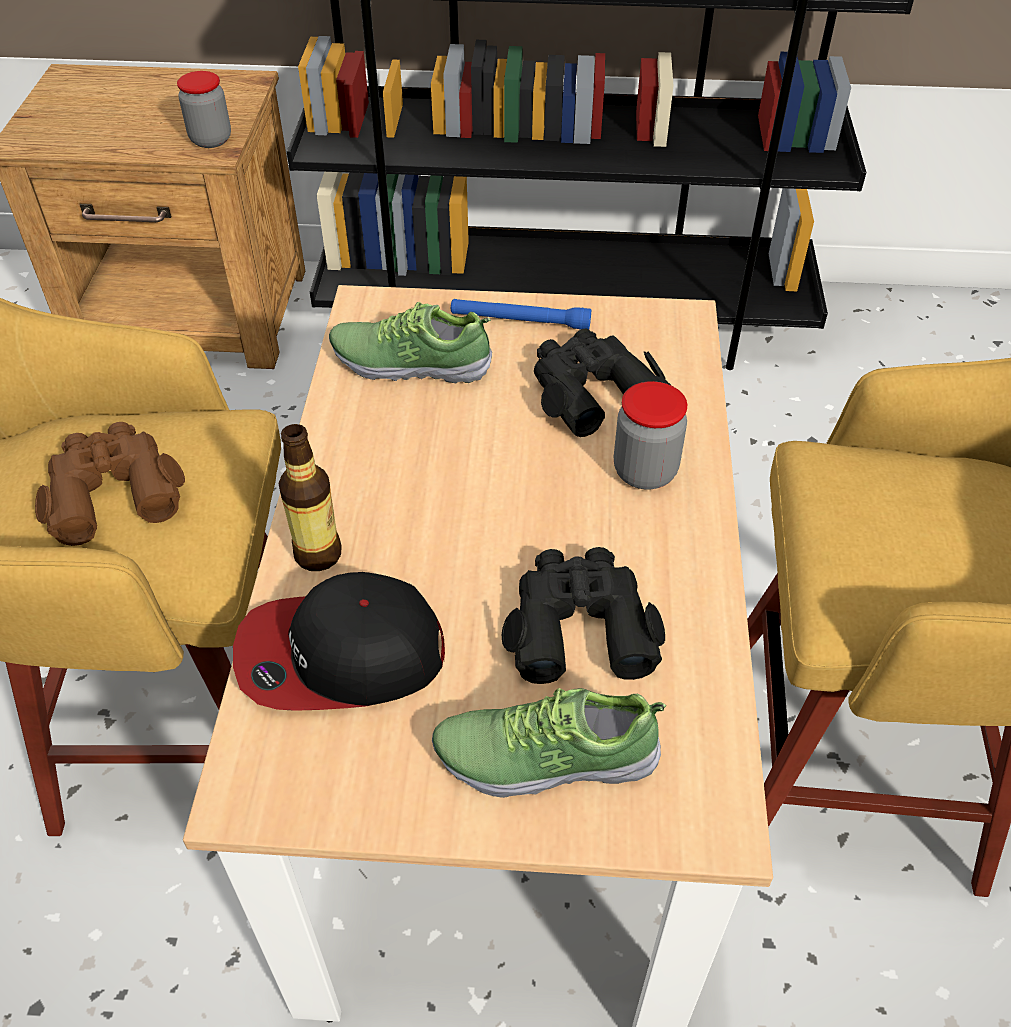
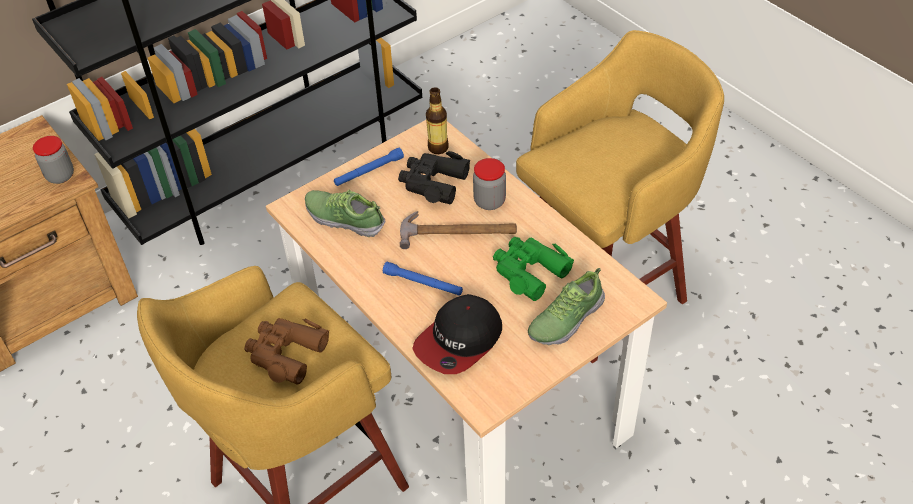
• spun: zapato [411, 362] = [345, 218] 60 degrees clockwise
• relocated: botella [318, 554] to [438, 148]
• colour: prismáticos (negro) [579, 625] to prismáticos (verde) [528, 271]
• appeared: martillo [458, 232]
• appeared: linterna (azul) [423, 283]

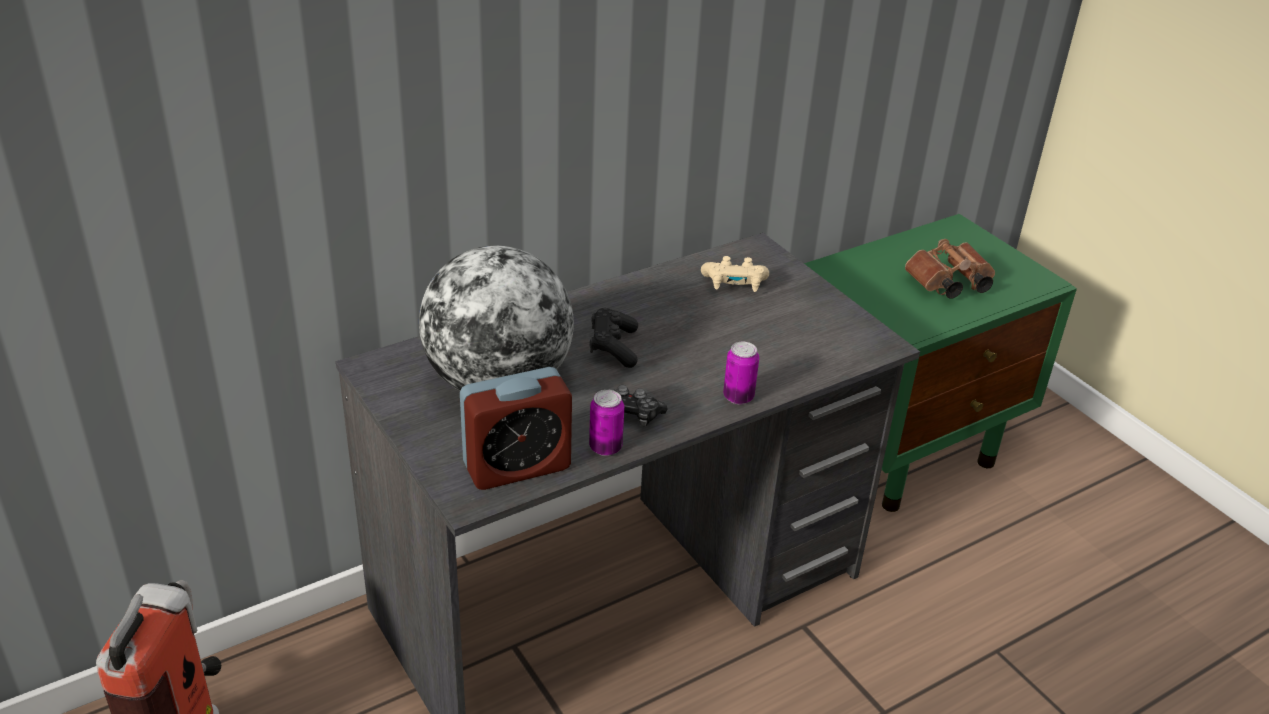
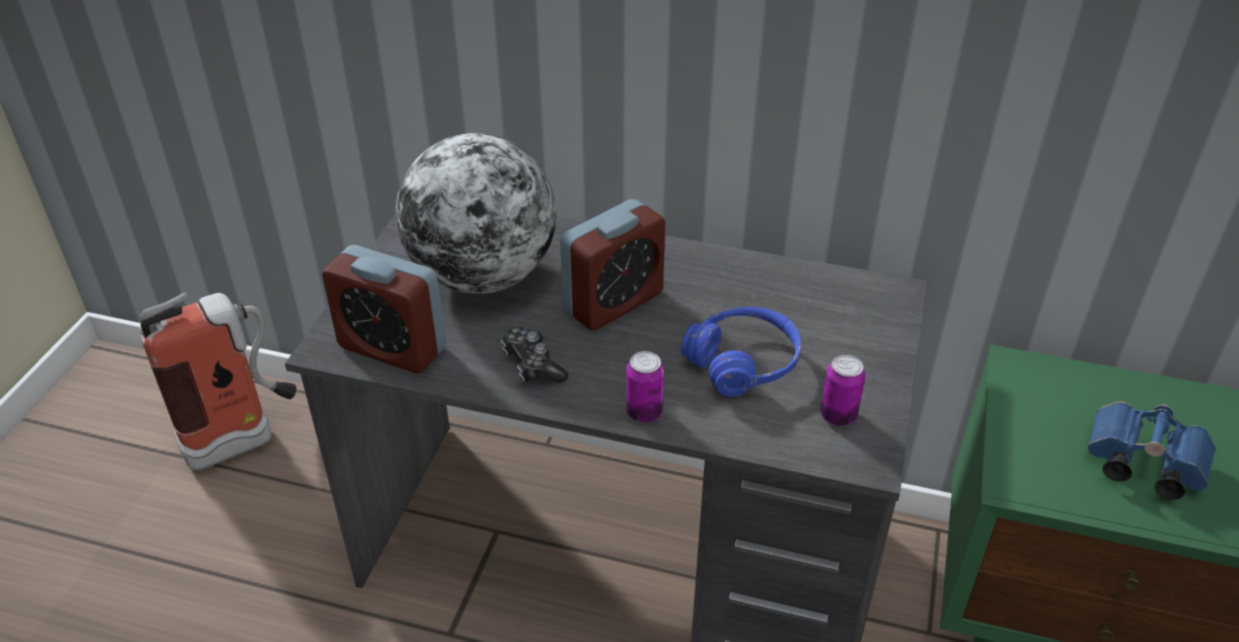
• colour: prismáticos (marrón) [947, 285] to prismáticos (azul) [1139, 464]
• missing: mando de consola (beis) [734, 285]
• exchanged: mando de consola (negro) [613, 348] to despertador [613, 302]
• relocated: lata [605, 447] to [838, 416]
• appeared: auriculares (azul) [742, 363]

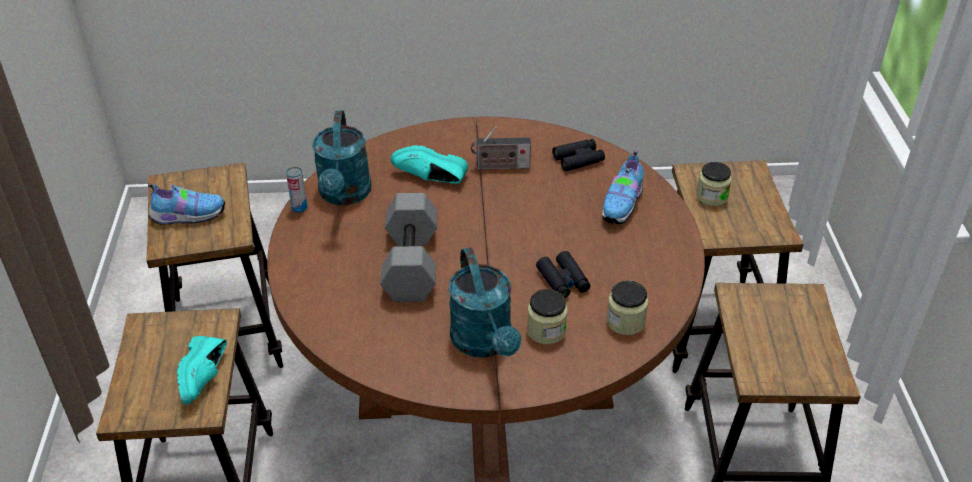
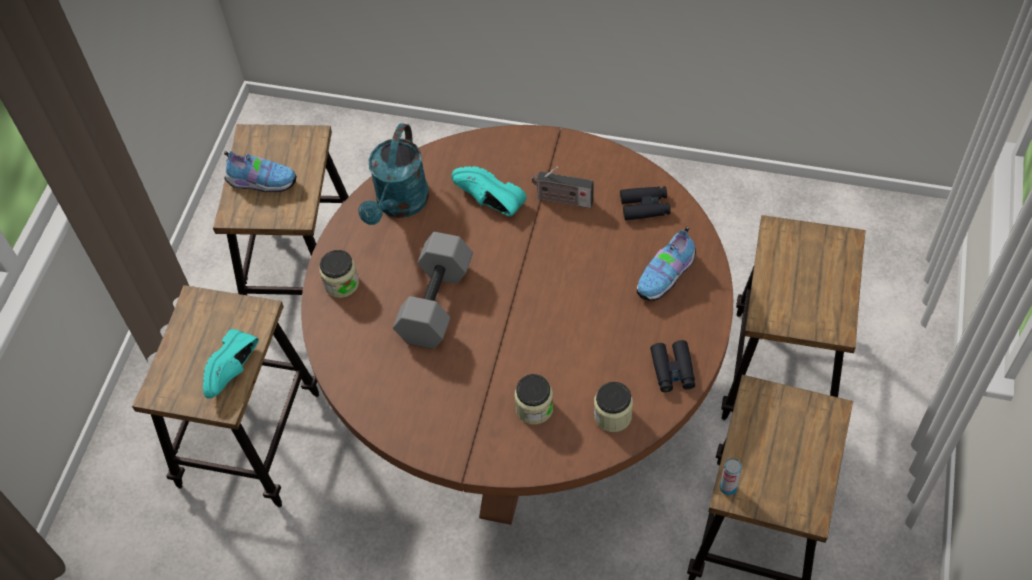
• relocated: tarro [711, 196] to [341, 283]
• relocated: lata [299, 208] to [728, 487]
• missing: regadera (turquesa) [485, 343]
• relocated: prismáticos (negro) [563, 280] to [672, 370]

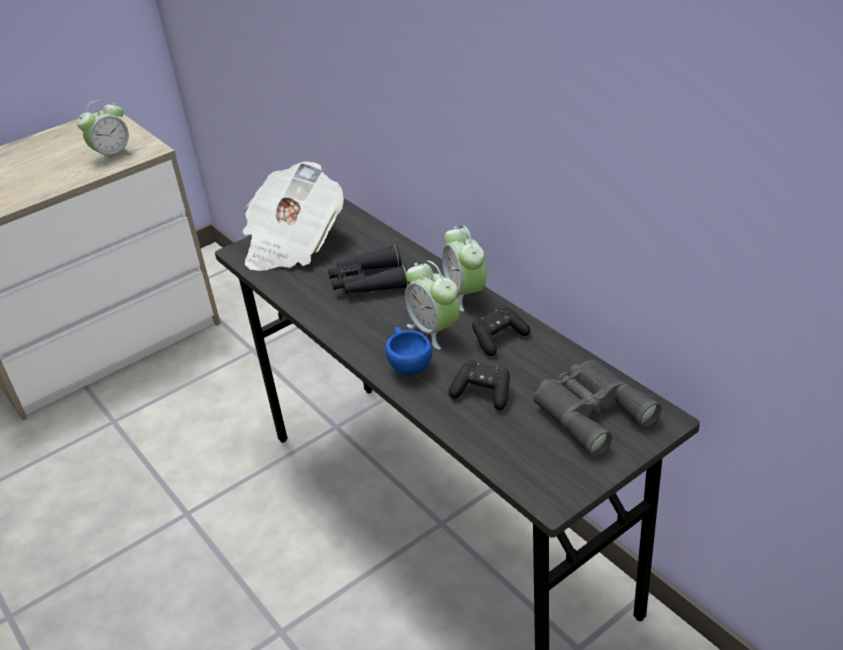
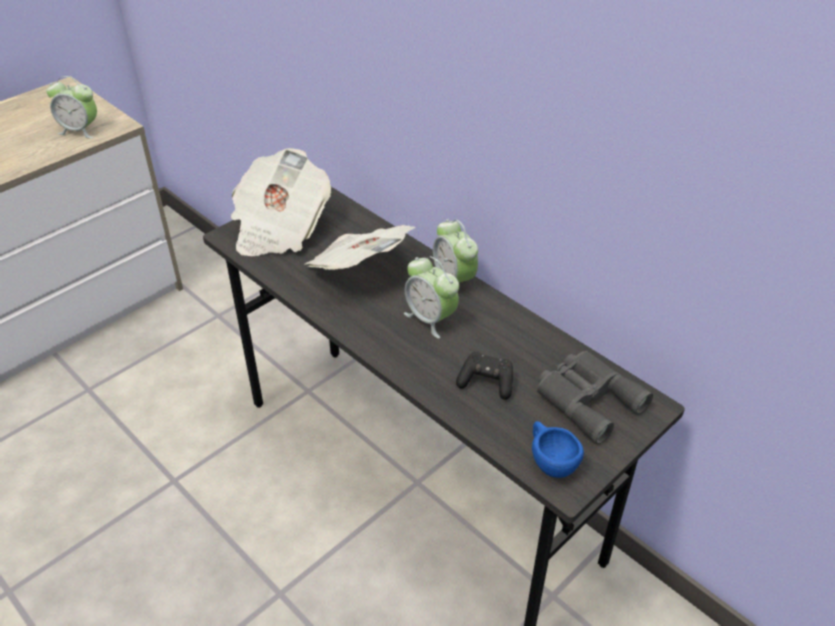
• spun: despertador [112, 156] = [80, 130] 60 degrees clockwise
• exchanged: prismáticos (negro) [368, 282] to periódico [360, 269]
• missing: mando de consola (negro) [498, 338]
• relocated: taza (azul) [408, 364] to [550, 461]

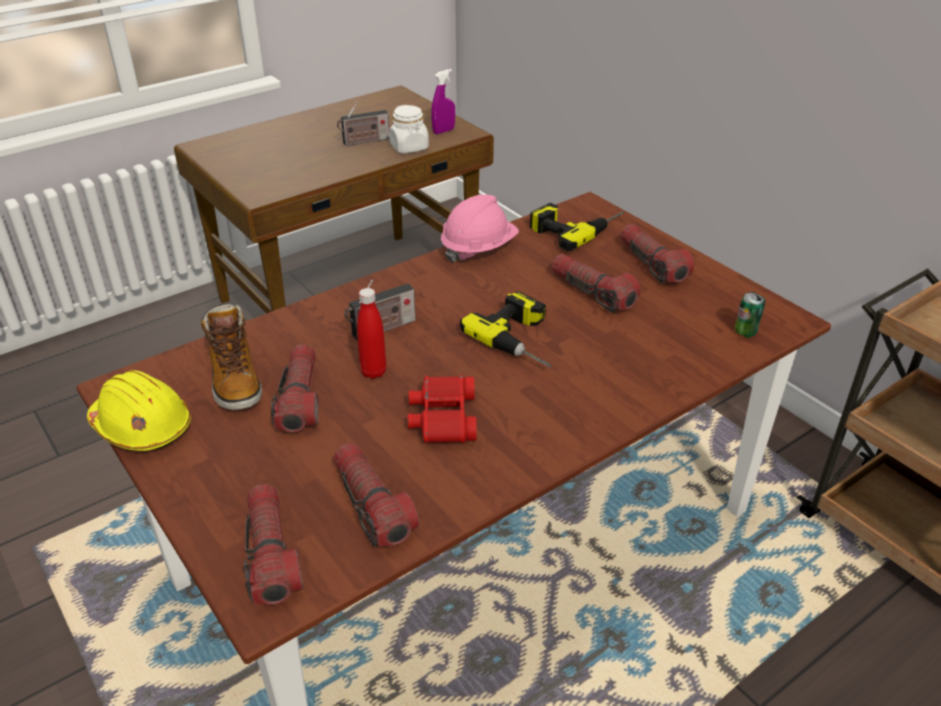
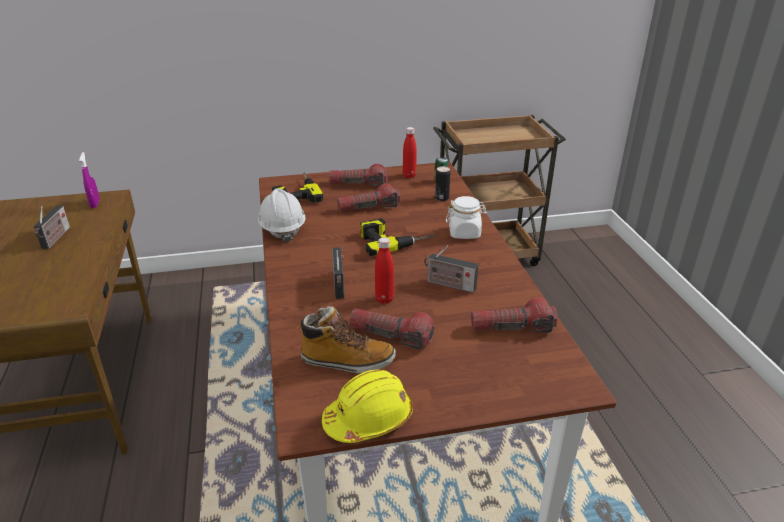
• relocated: tarro (blanco) [409, 147] to [464, 233]
• colour: casco (rosa) [478, 248] to casco (blanco) [282, 229]
• exchanged: prismáticos (rojo) [442, 418] to radio [449, 285]
• missing: linterna [271, 555]
• appeared: botella (rojo) [409, 176]
• appeared: lata [442, 198]

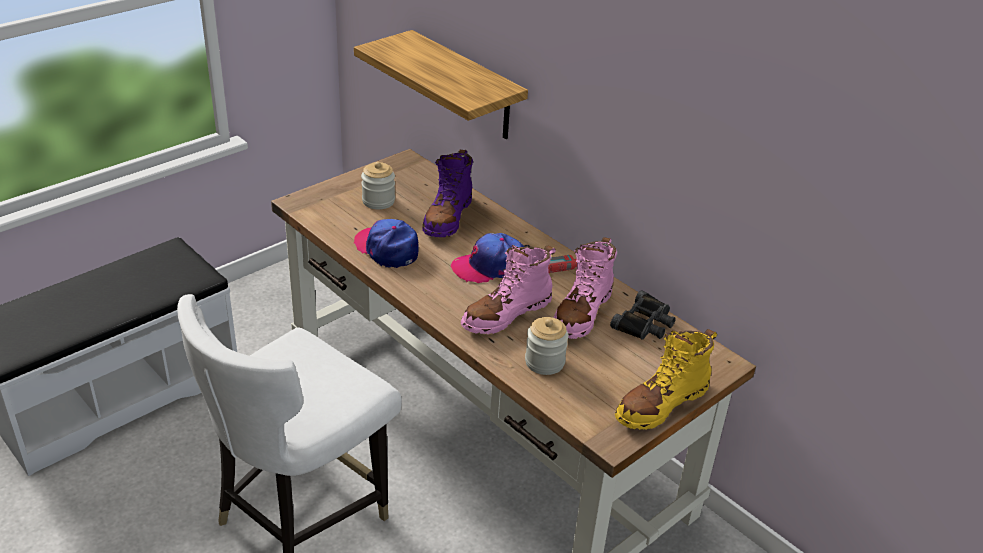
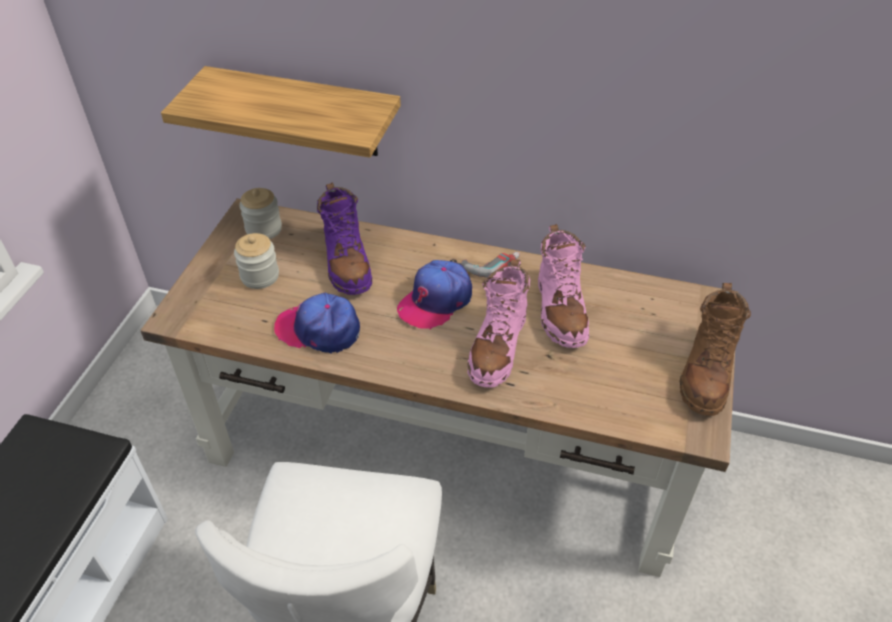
• missing: prismáticos (negro) [644, 323]
• relocated: tarro [544, 362] to [264, 229]
• colour: bota (amarillo) [661, 404] to bota (marrón) [706, 372]

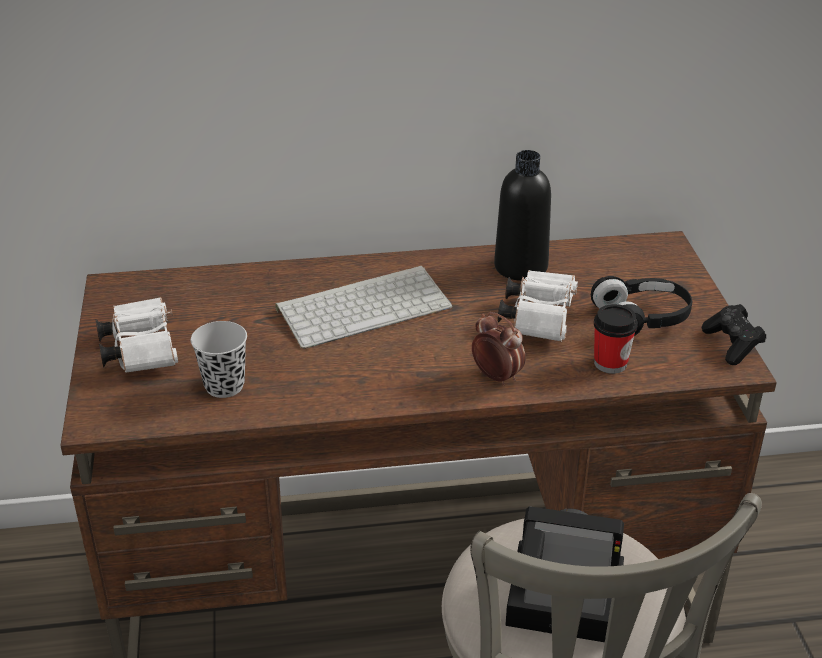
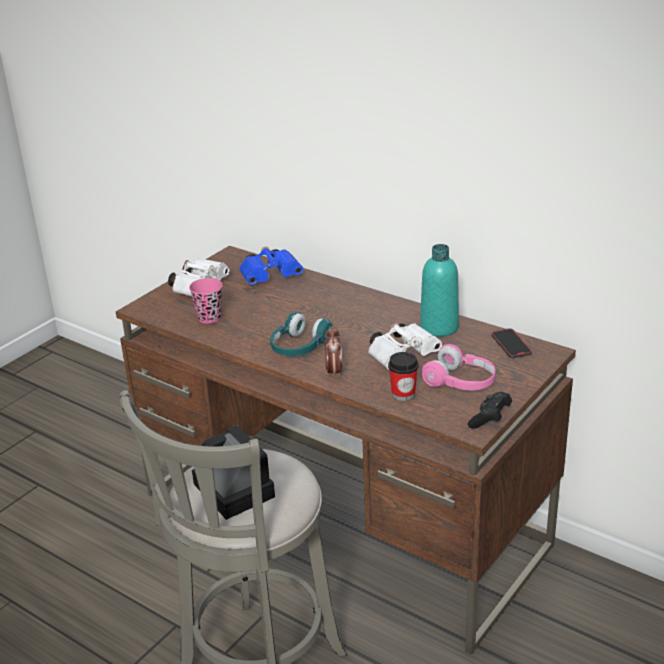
• colour: botella (negro) [520, 267] to botella (turquesa) [439, 327]
• missing: teclado [365, 306]
• colour: auriculares (negro) [641, 319] to auriculares (rosa) [460, 382]
• colour: taza (negro) [224, 386] to taza (rosa) [209, 318]
• appeared: prismáticos (azul) [272, 276]
• appeared: auriculares (turquesa) [299, 347]
• appeared: móvil [511, 345]

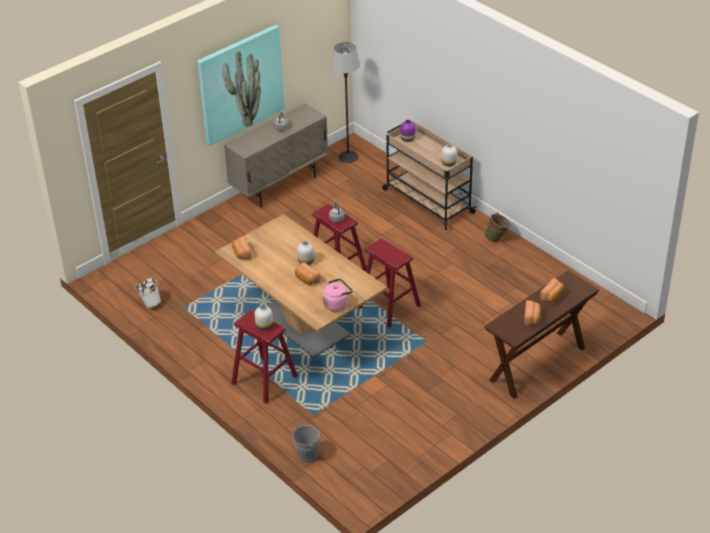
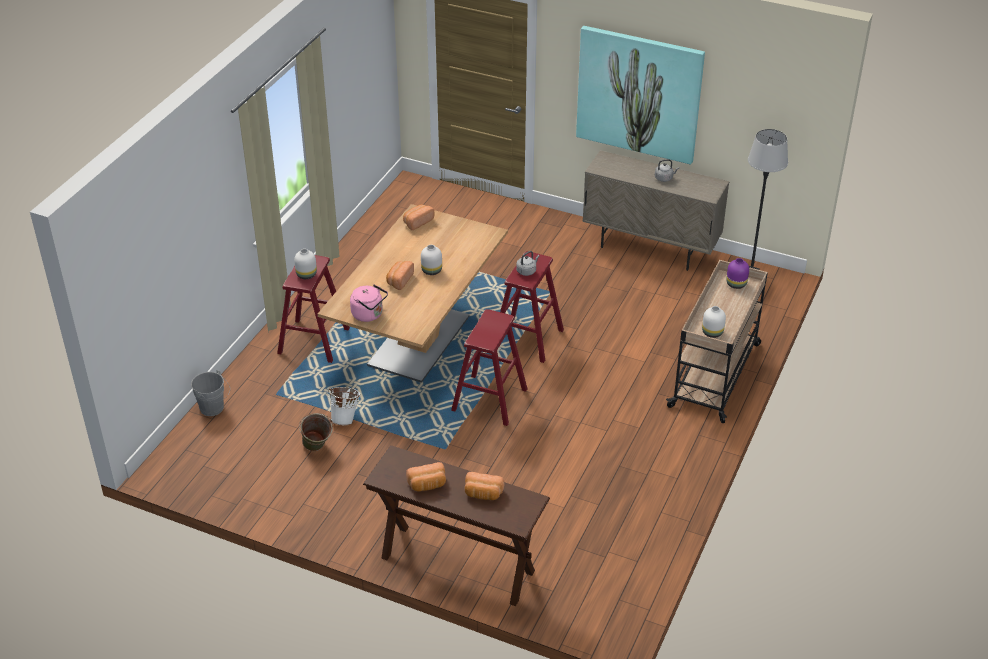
• relocated: cubo (verde) [497, 239] to [317, 449]
• relocated: cubo (blanco) [150, 303] to [345, 418]

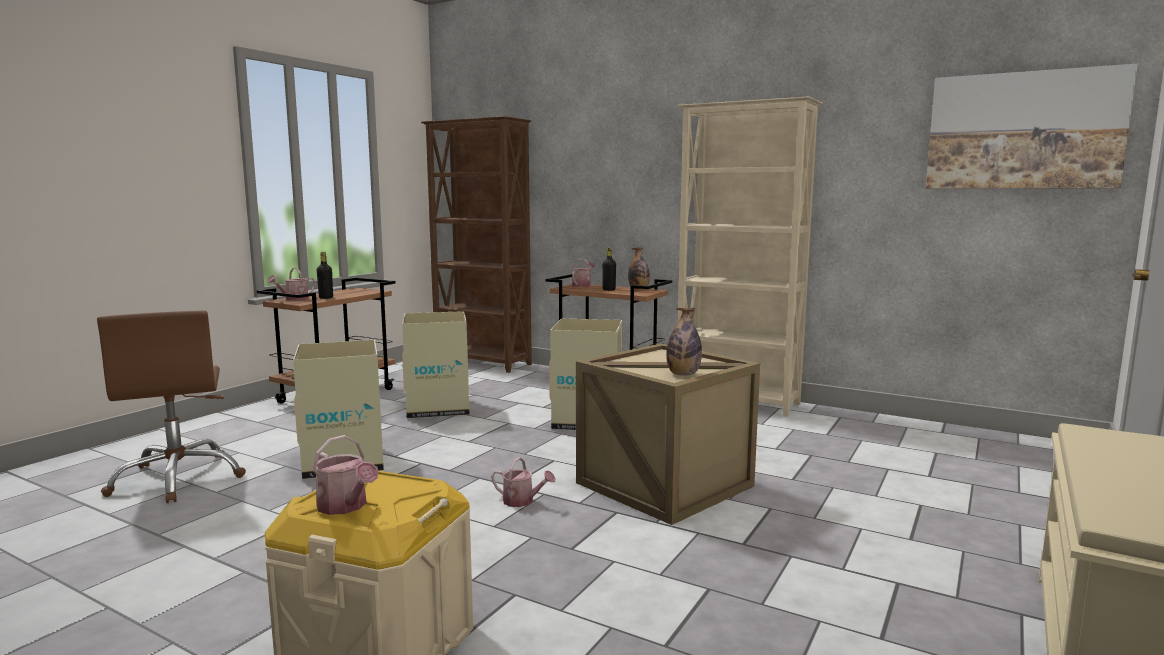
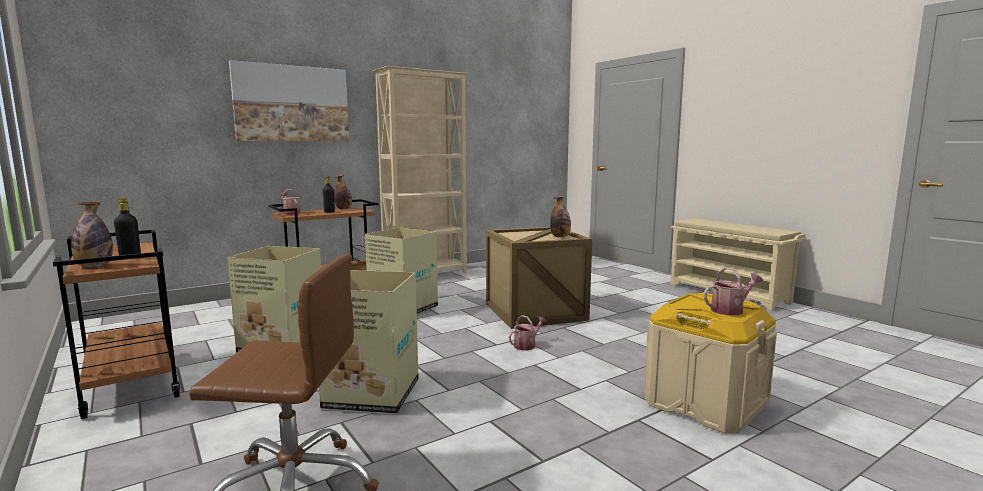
• relocated: cuadro [1023, 131] to [292, 104]
• missing: estantería (marrón) [482, 363]
• exchanged: regadera [293, 299] to botella [94, 266]

